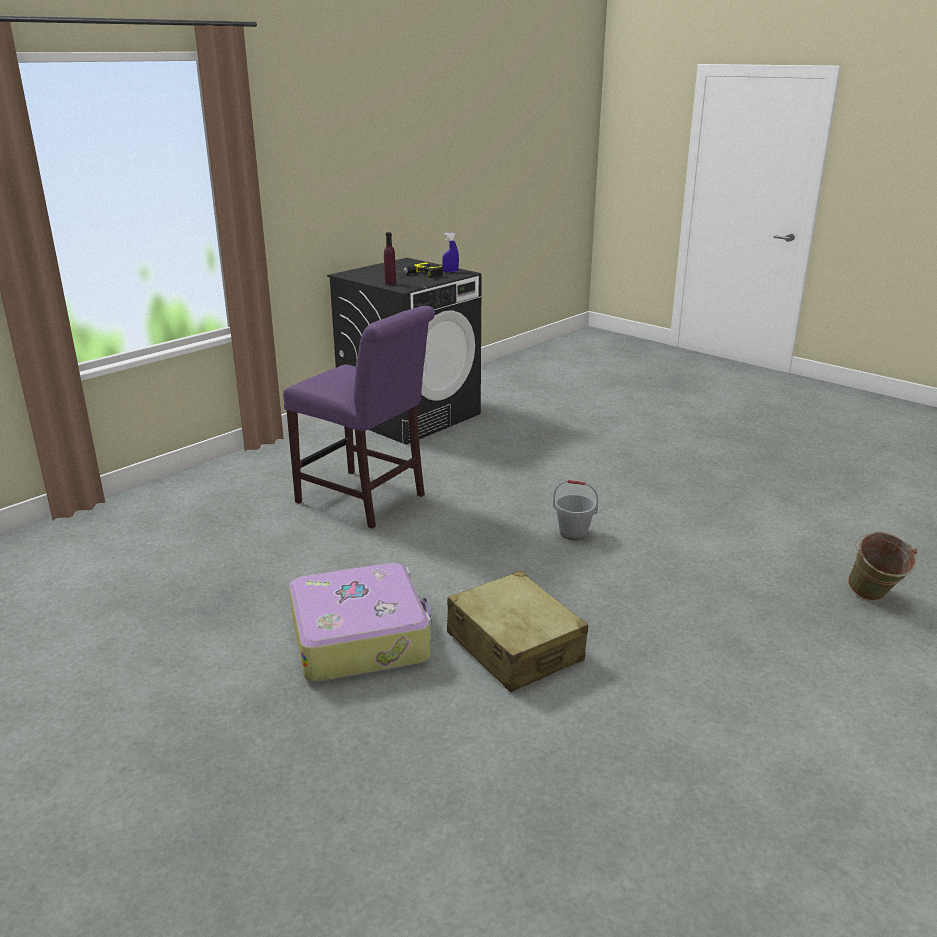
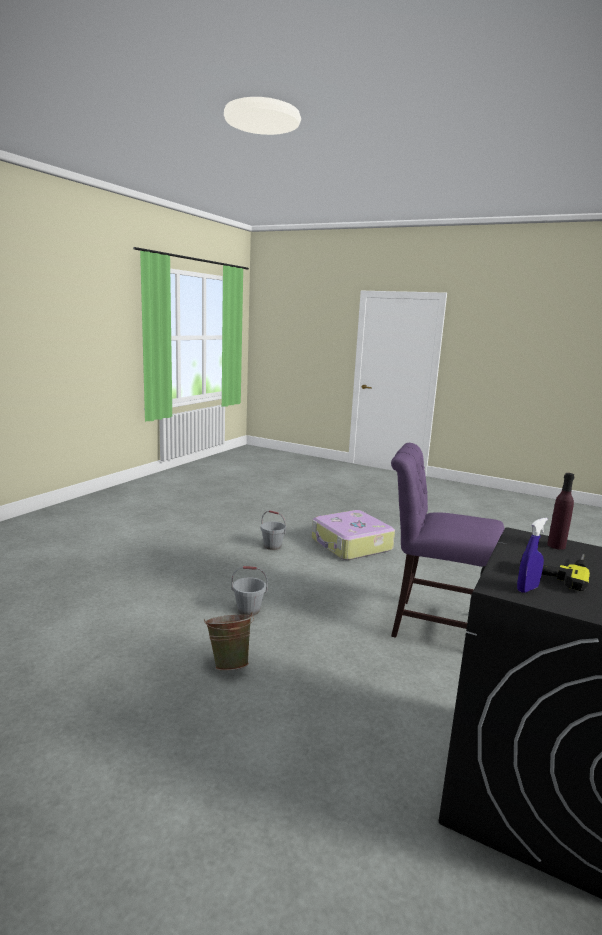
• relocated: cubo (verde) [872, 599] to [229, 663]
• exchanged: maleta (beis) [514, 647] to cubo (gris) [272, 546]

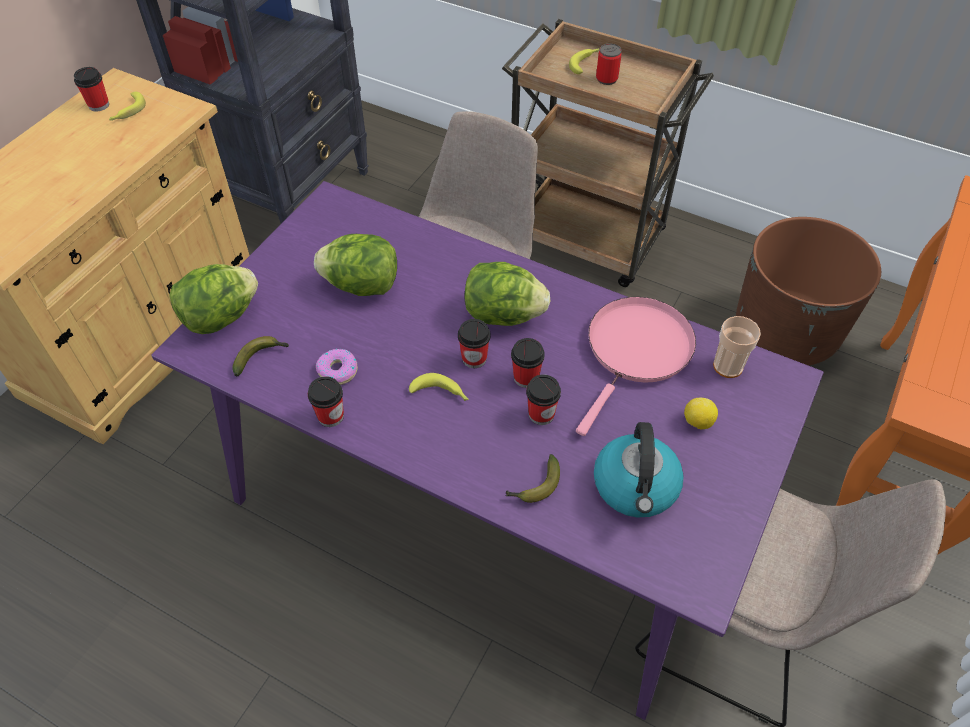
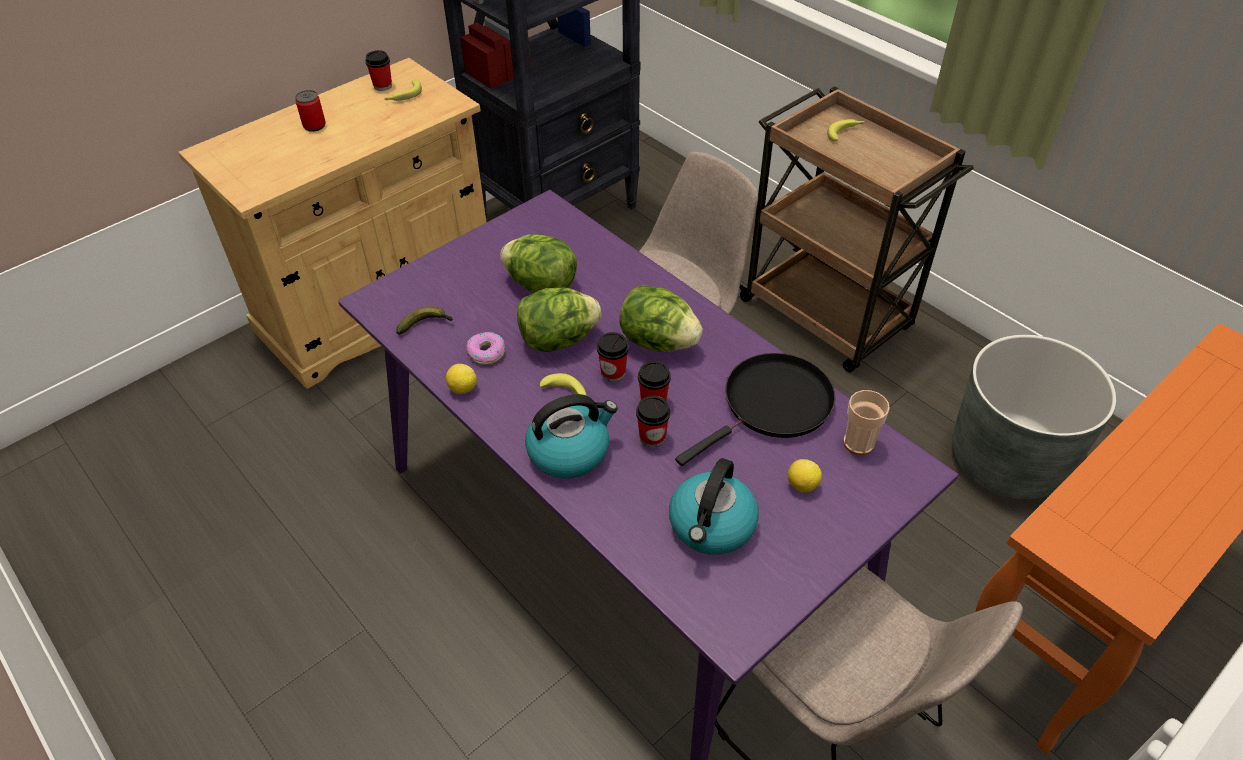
• relocated: lata [606, 79] to [314, 126]
• colour: maceta (marrón) [785, 331] to maceta (gris) [1007, 459]
• relocated: lechuga [220, 317] to [558, 340]
• colour: sartén (rosa) [636, 351] to sartén (negro) [772, 405]
• exchanged: taza [330, 416] to limón [462, 388]
• missing: plátano [535, 486]
• appeared: hervidor [569, 451]

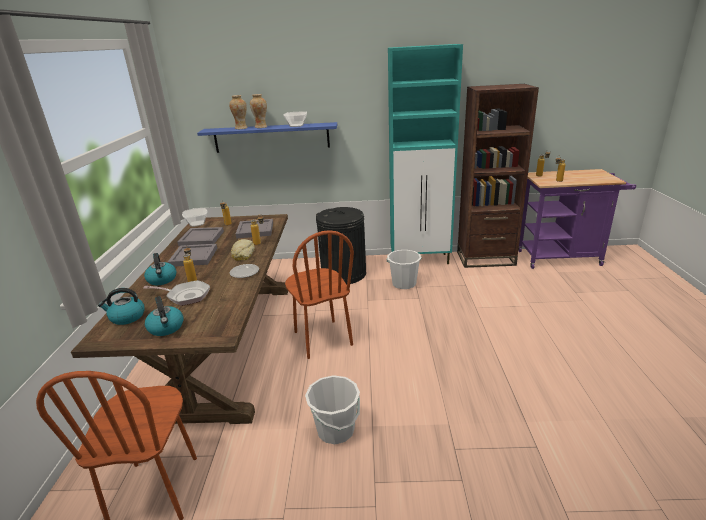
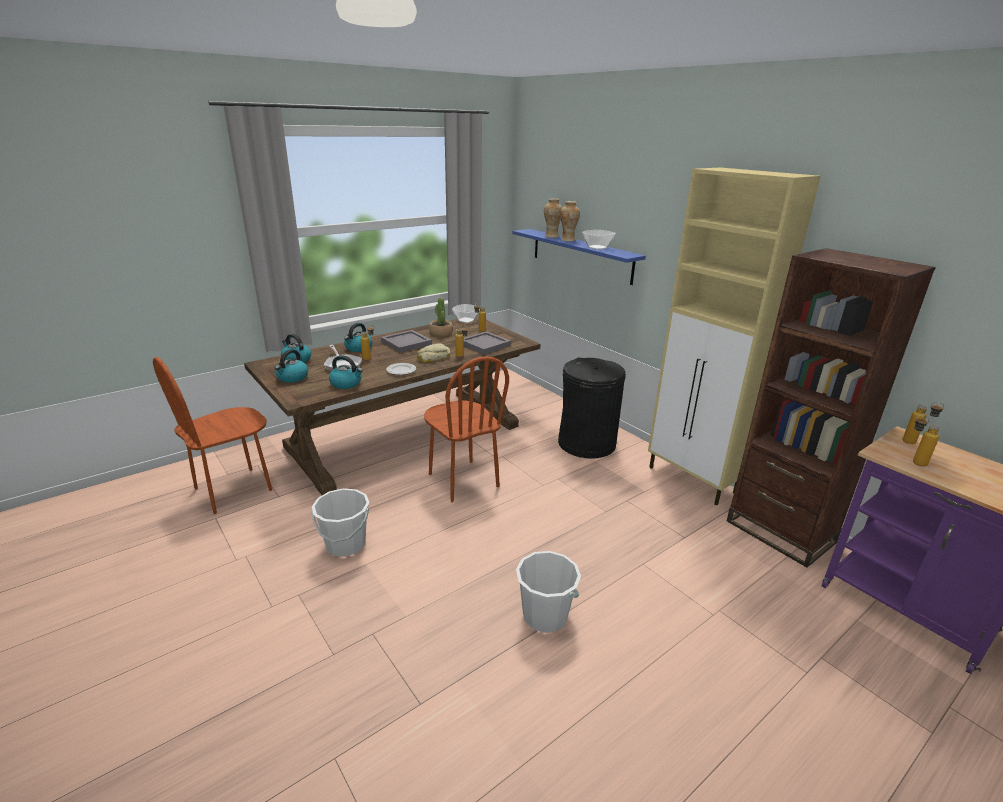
• colour: armario (turquesa) [421, 260] to armario (beis) [692, 480]
• exchanged: bandeja (gris) [201, 239] to planta en maceta [441, 332]
• spun: silla (marrón) [322, 338] = [462, 480] 60 degrees counterclockwise
• relocated: cubo (blanco) [404, 283] to [545, 615]
• appeared: hervidor [346, 384]

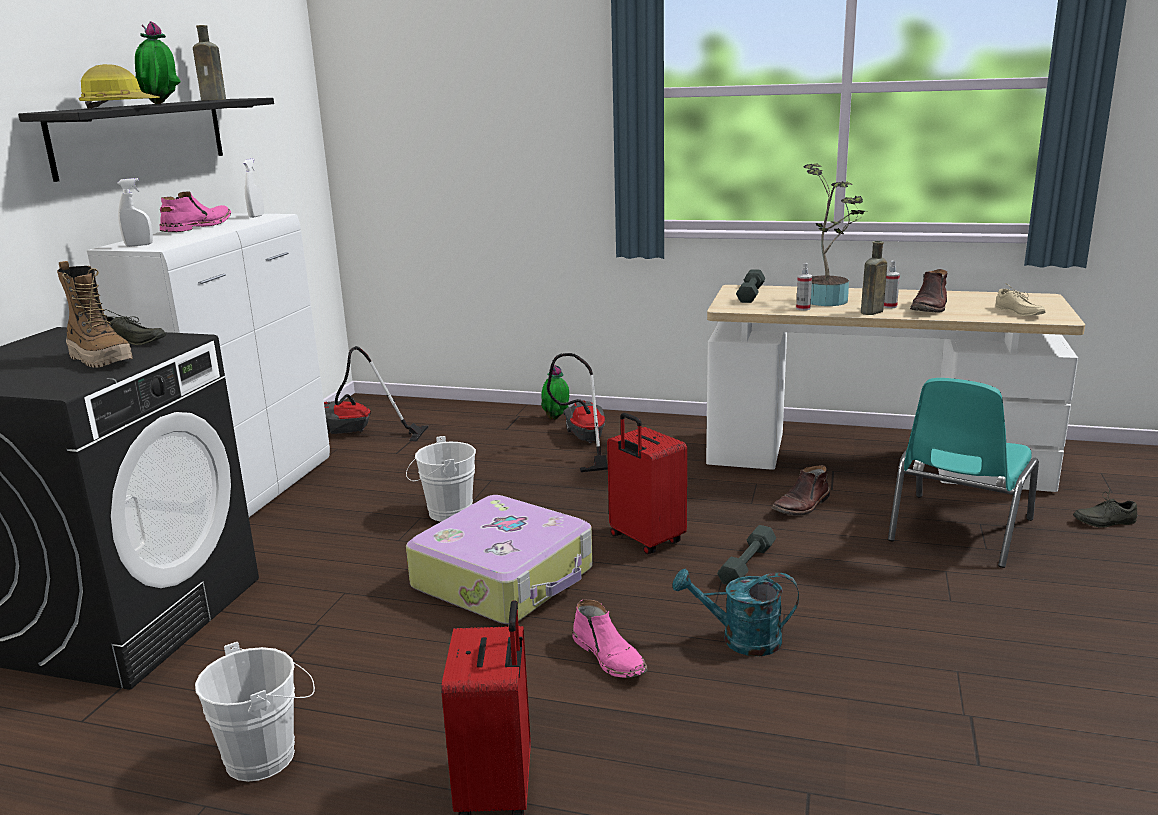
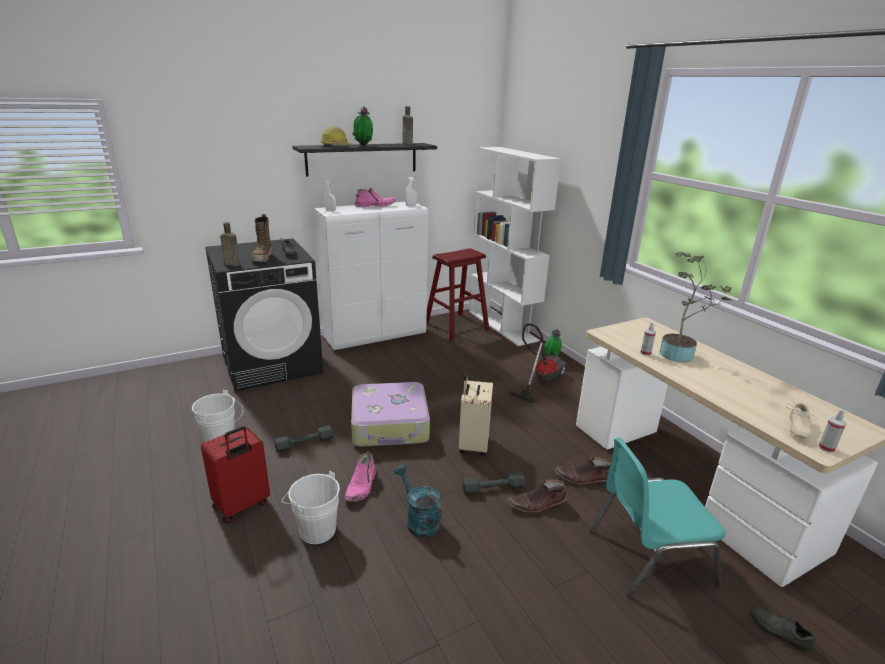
• relocated: botella (marrón) [871, 312] to [231, 264]
• relocated: pulverizador [889, 306] to [826, 448]
• relocated: mancuerna (gris) [751, 294] to [304, 443]
• relocated: bota (marrón) [930, 308] to [536, 505]
• exchanged: aspiradora [356, 434] to taburete (rojo) [456, 326]
• colour: maleta (rojo) [645, 540] to maleta (beis) [472, 445]
• relocated: cubo (blanco) [445, 513] to [314, 529]
• appeared: estantería (blanco) [503, 326]

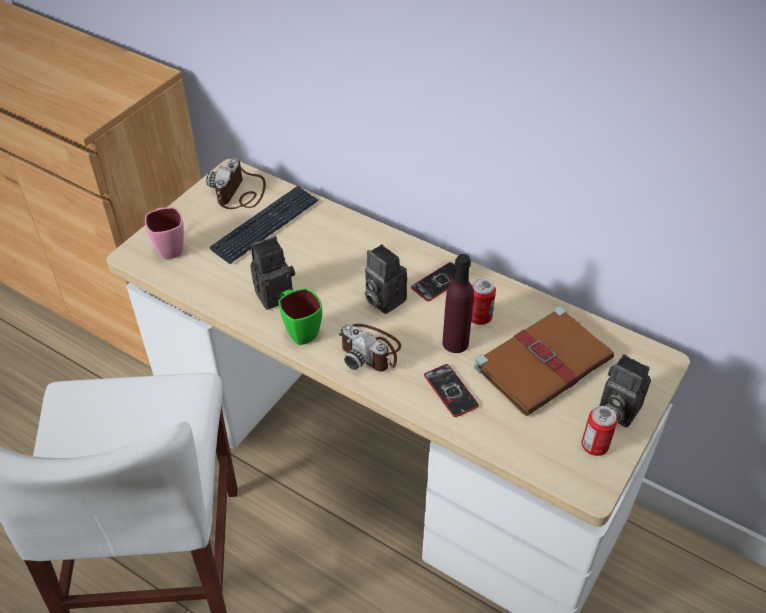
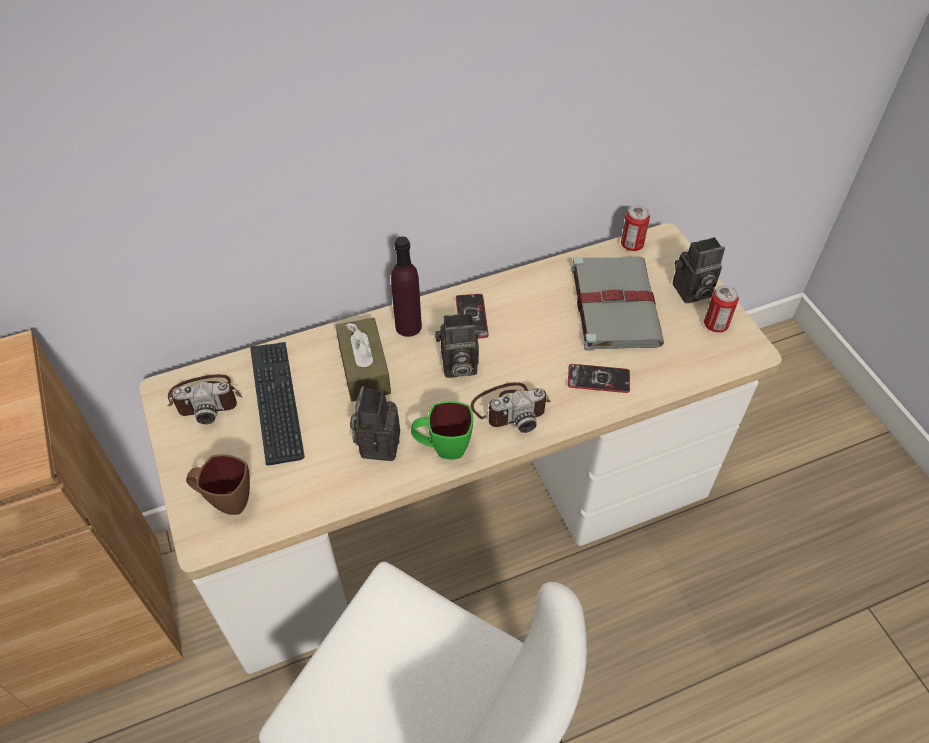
• spun: cámara [240, 193] = [206, 399] 60 degrees counterclockwise
• colour: taza grande (rosa) [169, 247] to taza grande (marrón) [225, 501]
• relocated: botella (morado) [455, 343] to [408, 326]
• relocated: lata [479, 317] to [632, 245]
• colour: libro (marrón) [544, 362] to libro (gris) [614, 304]
• appeared: caja de pañuelos (marrón) [364, 369]

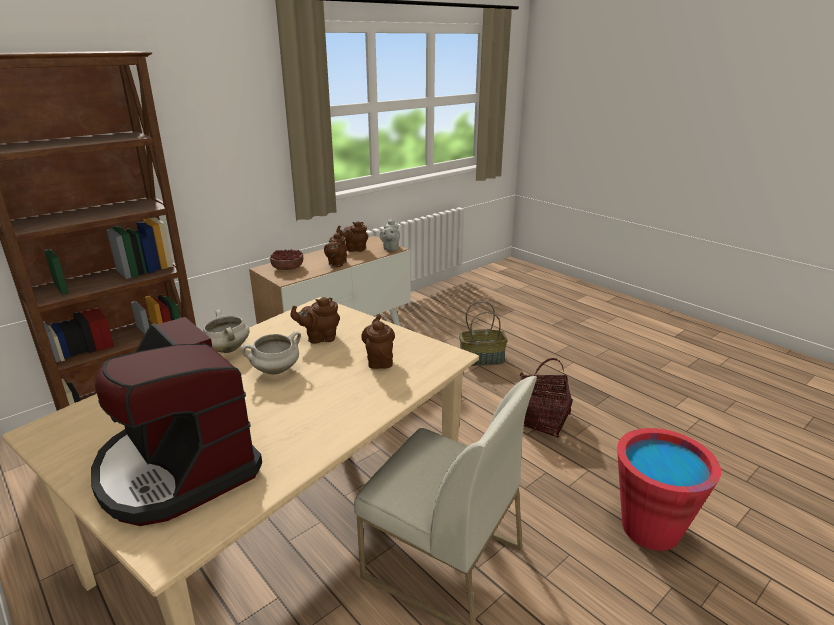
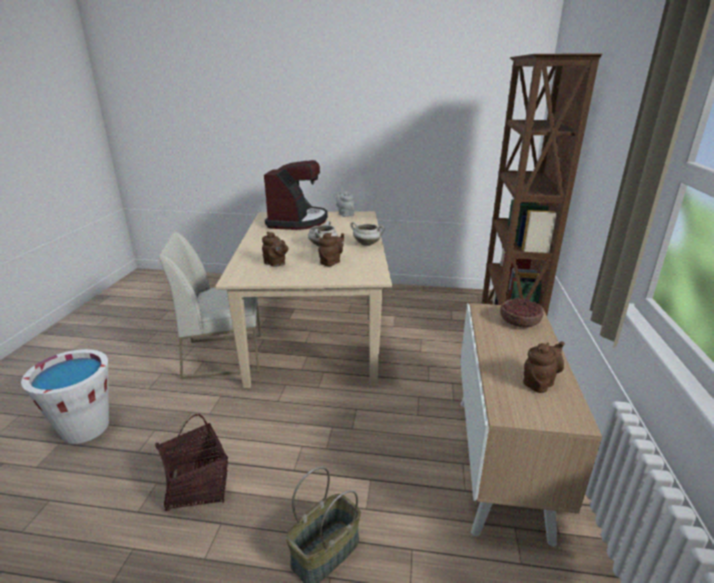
• relocated: tetera (gris) [390, 248] to [345, 214]
• missing: tetera (marrón) [336, 264]
• spun: cafetera [177, 468] = [297, 221] 90 degrees clockwise
• colour: cubo (rojo) [650, 528] to cubo (blanco) [85, 428]

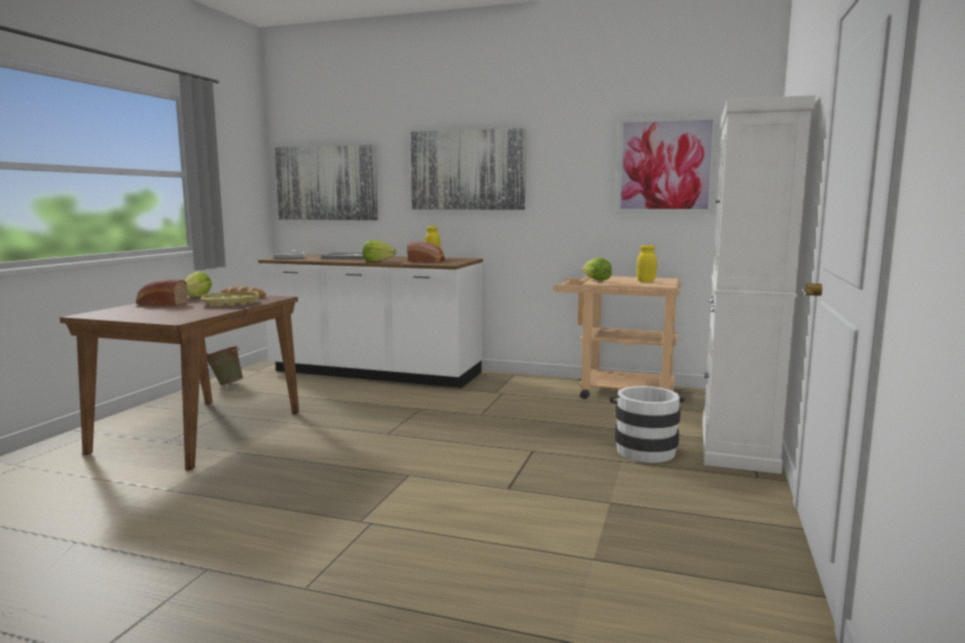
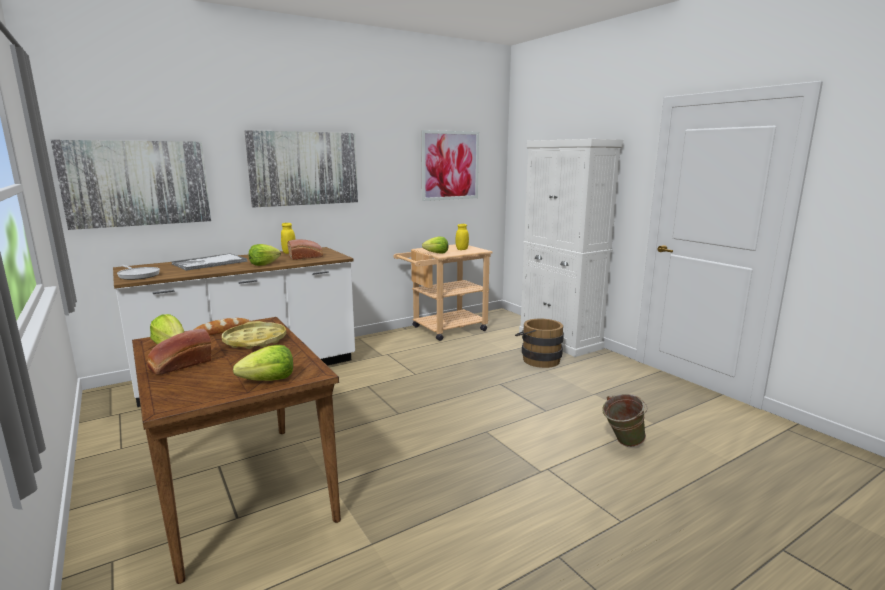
• relocated: cubo (verde) [226, 384] to [622, 443]
• colour: cubo (blanco) [644, 449] to cubo (marrón) [537, 359]
• appeared: lechuga [269, 380]

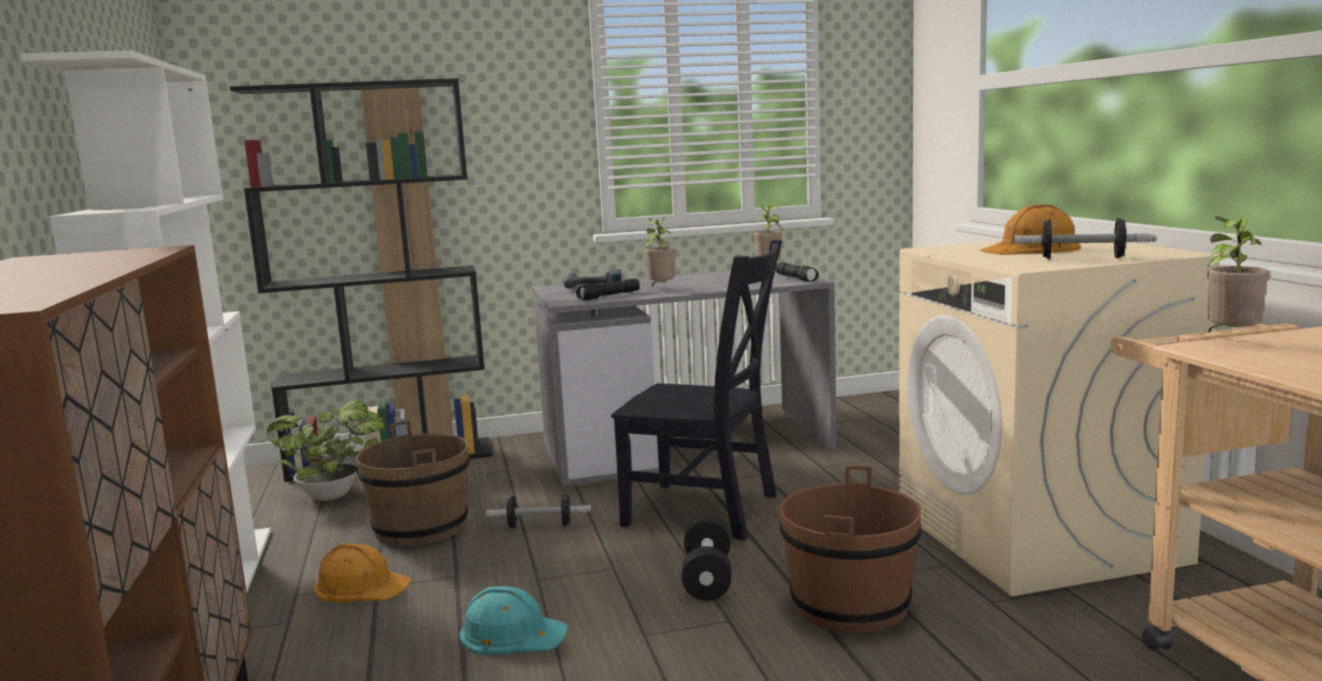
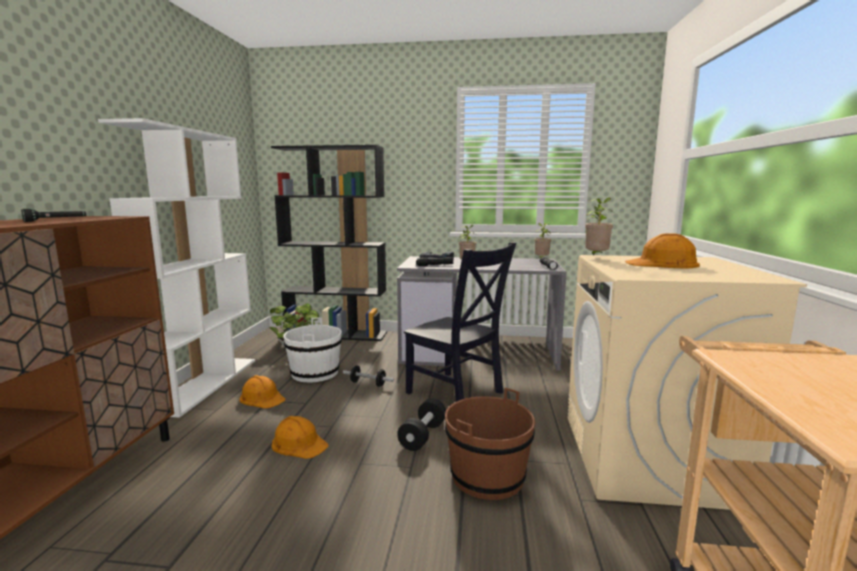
• relocated: planta en maceta [1230, 339] to [596, 258]
• missing: mancuerna [1082, 258]
• colour: cubo (marrón) [421, 528] to cubo (blanco) [315, 373]
• colour: casco (turquesa) [511, 633] to casco (naranja) [299, 443]
• appeared: linterna (negro) [56, 220]

